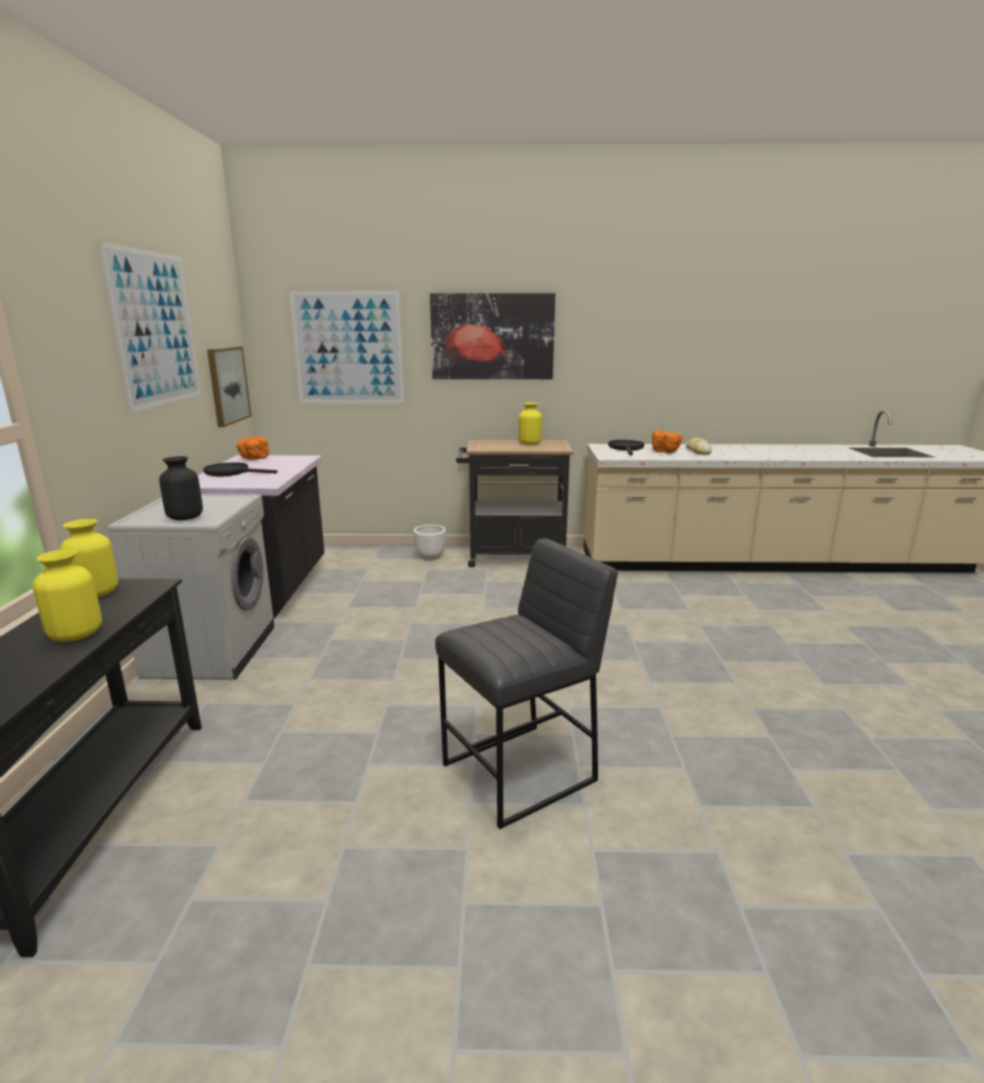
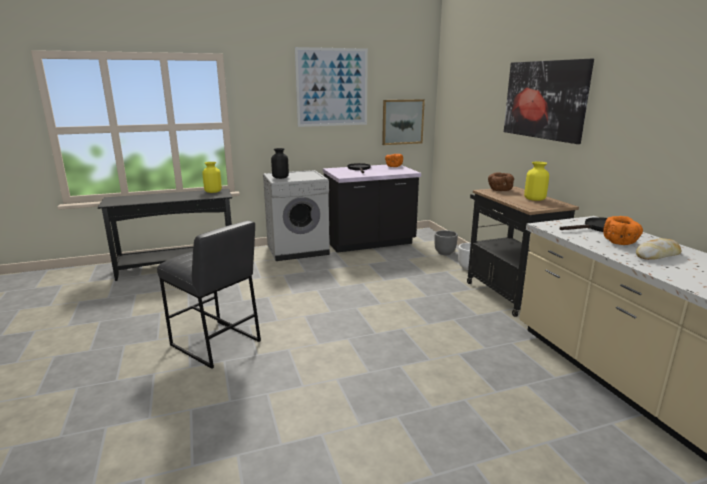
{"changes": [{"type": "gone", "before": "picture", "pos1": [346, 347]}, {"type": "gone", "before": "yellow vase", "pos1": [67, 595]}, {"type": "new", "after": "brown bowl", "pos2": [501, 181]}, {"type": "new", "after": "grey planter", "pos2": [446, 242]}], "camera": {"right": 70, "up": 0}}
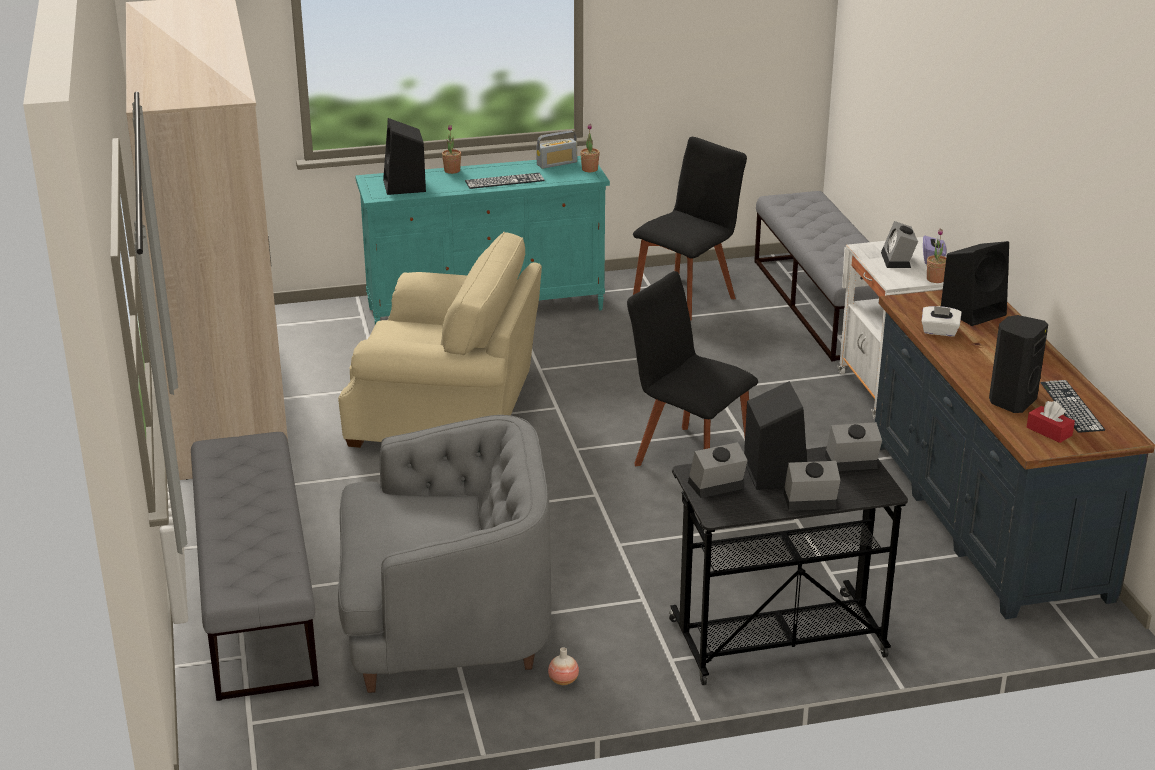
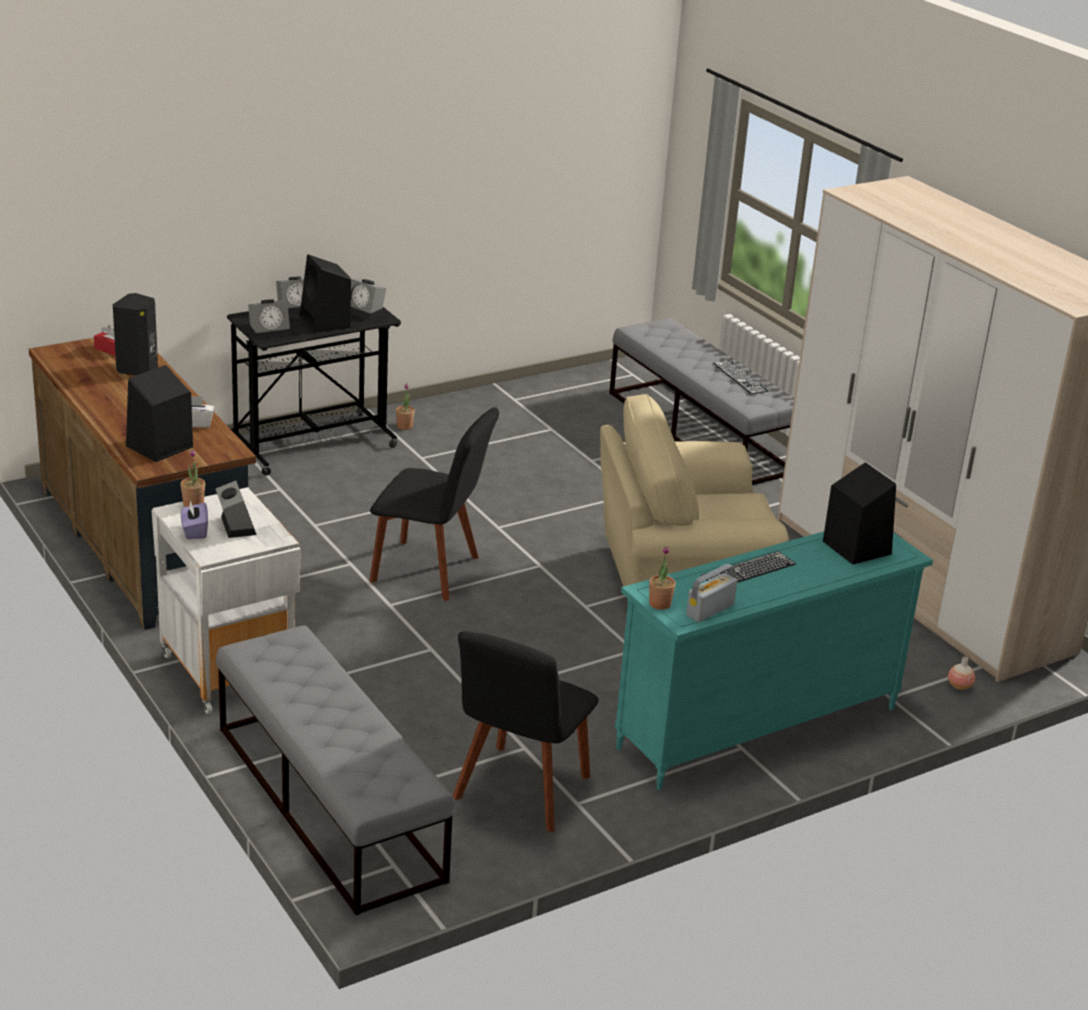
{"changes": [{"type": "shifted", "before": "potted plant", "pos1": [451, 149], "pos2": [405, 406]}, {"type": "shifted", "before": "keyboard", "pos1": [1073, 406], "pos2": [741, 377]}, {"type": "gone", "before": "grey armchair", "pos1": [444, 554]}, {"type": "rotated", "before": "alarm clock", "pos1": [718, 470], "pos2": [368, 299], "turn": 75}, {"type": "shifted", "before": "vase", "pos1": [563, 666], "pos2": [961, 673]}], "camera": {"right": 160, "up": 0}}
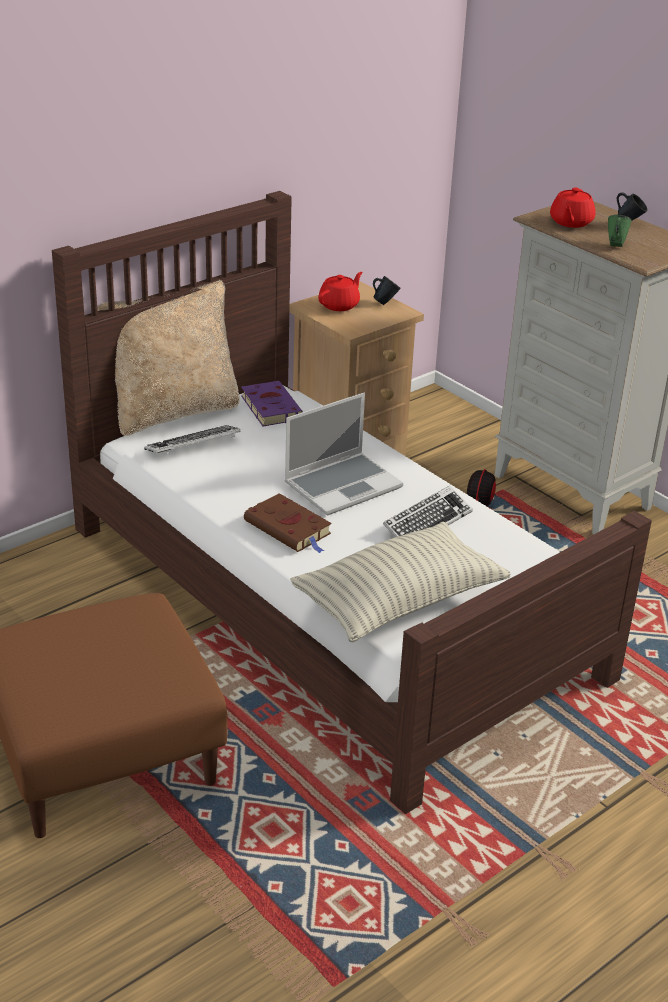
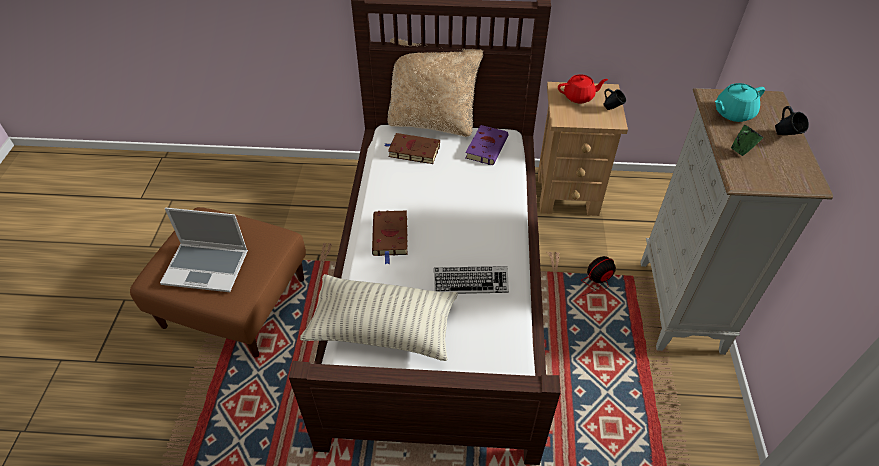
{"changes": [{"type": "repainted", "before": "red teapot", "after": "turquoise teapot", "pos1": [573, 208], "pos2": [740, 102]}, {"type": "shifted", "before": "laptop", "pos1": [343, 454], "pos2": [204, 250]}, {"type": "swapped", "before": "keyboard", "after": "brown book", "pos1": [192, 440], "pos2": [412, 148]}], "camera": {"right": 45, "up": 15}}
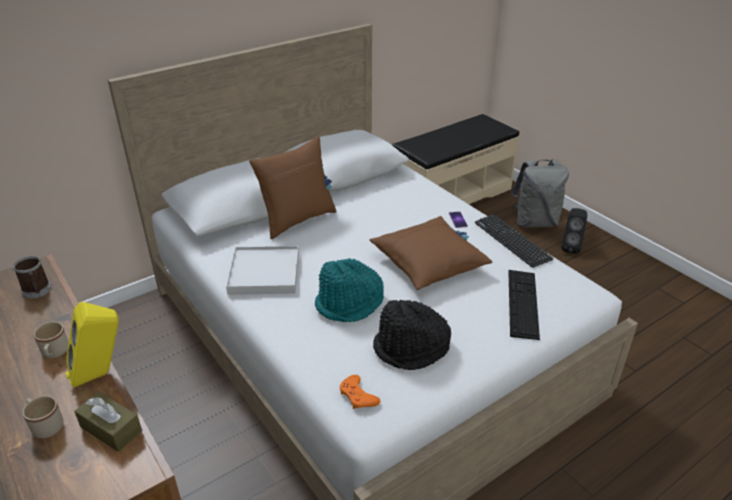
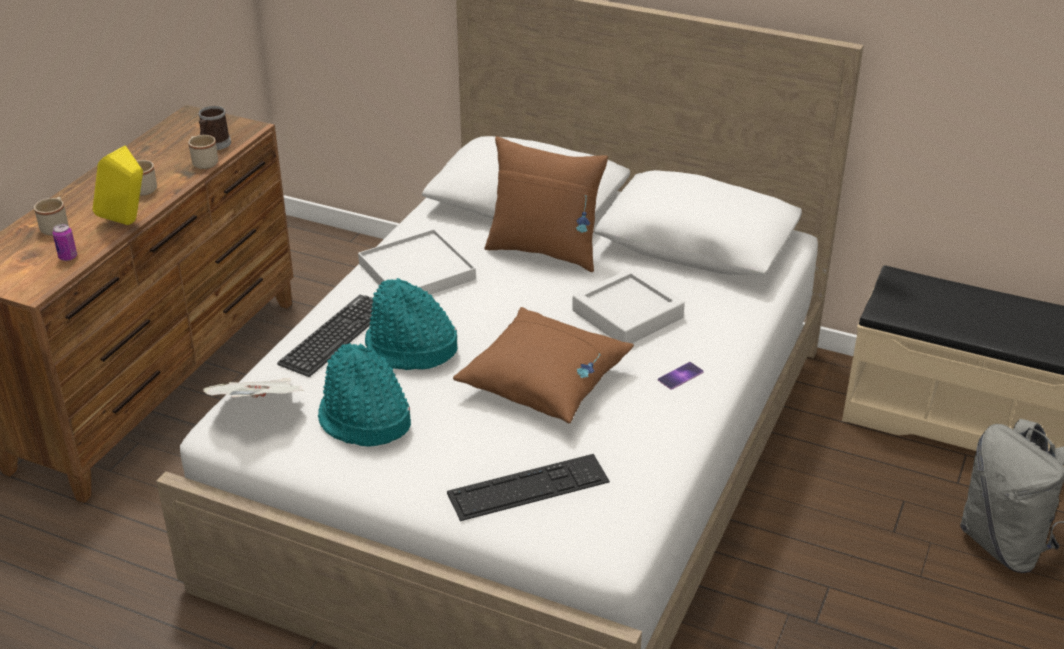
{"changes": [{"type": "gone", "before": "black speaker", "pos1": [574, 231]}, {"type": "shifted", "before": "keyboard", "pos1": [514, 241], "pos2": [325, 336]}, {"type": "repainted", "before": "black hat", "after": "turquoise hat", "pos1": [412, 335], "pos2": [364, 395]}, {"type": "swapped", "before": "orange game controller", "after": "newspaper", "pos1": [360, 392], "pos2": [253, 388]}, {"type": "swapped", "before": "brown tissue box", "after": "can", "pos1": [108, 422], "pos2": [65, 242]}, {"type": "new", "after": "beige mug", "pos2": [203, 152]}, {"type": "new", "after": "grey tray", "pos2": [628, 305]}], "camera": {"right": 60, "up": 0}}
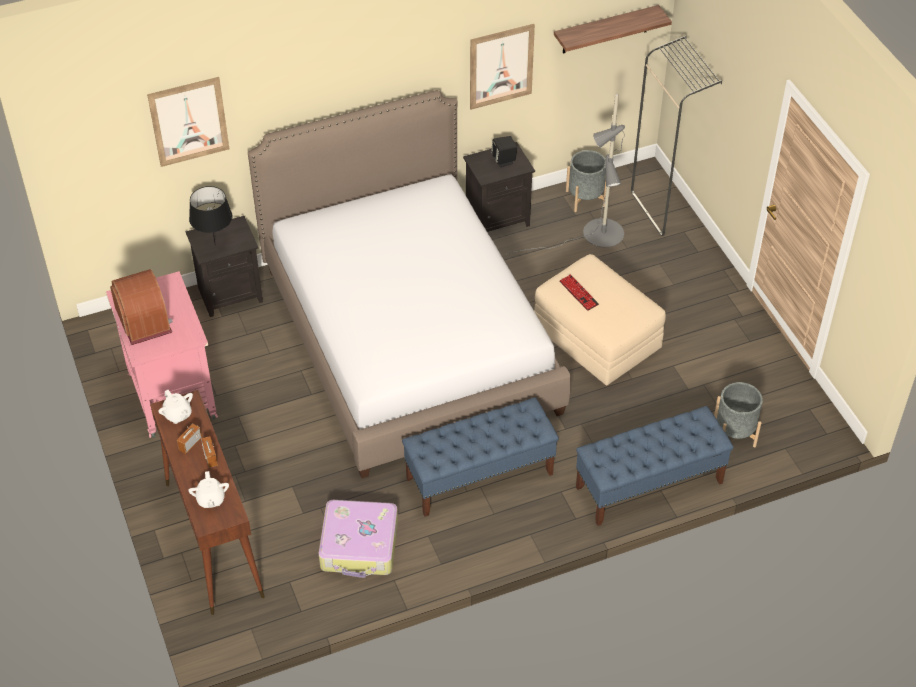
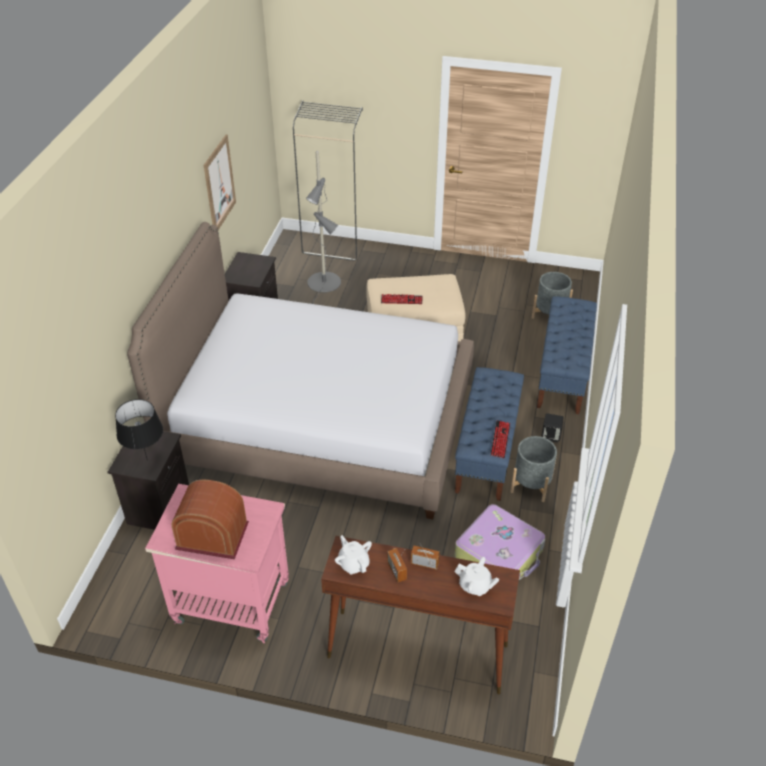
{"changes": [{"type": "gone", "before": "shelf", "pos1": [613, 29]}, {"type": "gone", "before": "picture", "pos1": [188, 122]}, {"type": "shifted", "before": "black speaker", "pos1": [504, 151], "pos2": [552, 428]}, {"type": "shifted", "before": "grey planter", "pos1": [586, 181], "pos2": [533, 469]}, {"type": "rotated", "before": "white teapot", "pos1": [175, 407], "pos2": [353, 555], "turn": -120}, {"type": "new", "after": "keyboard", "pos2": [500, 439]}], "camera": {"right": -55, "up": -5}}
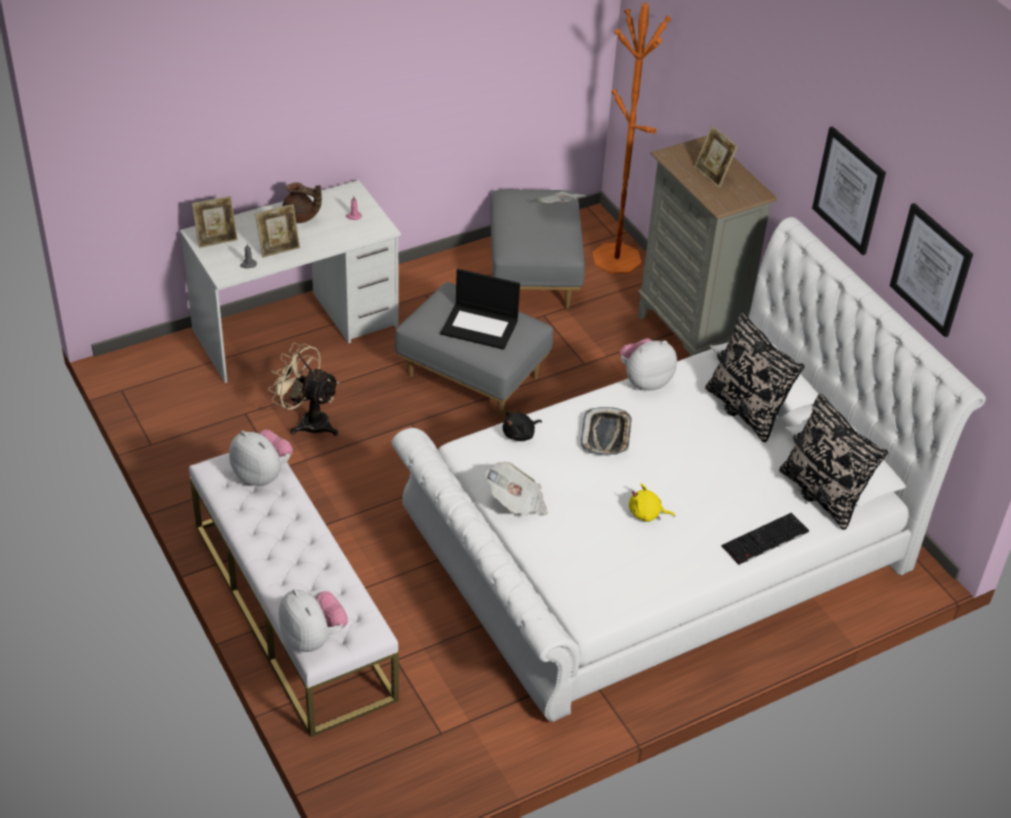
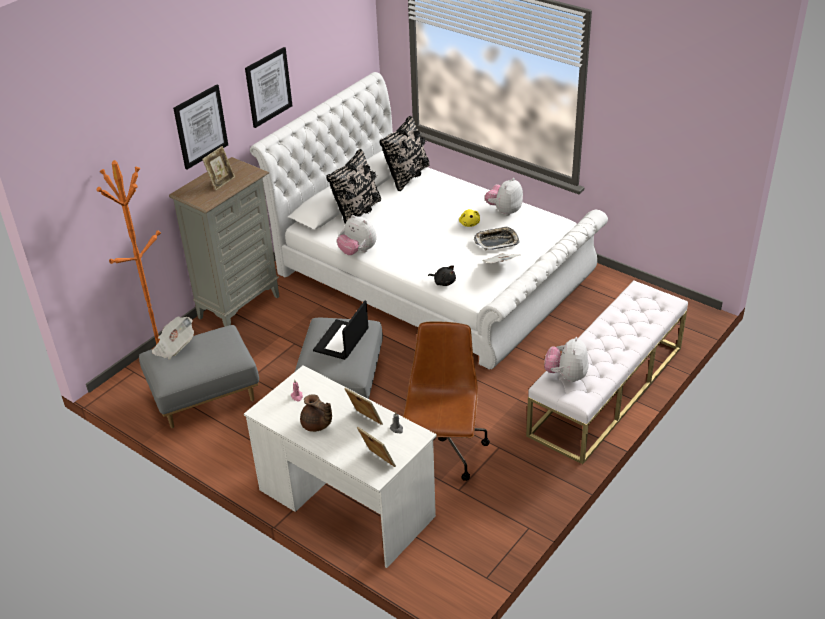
{"changes": [{"type": "rotated", "before": "brown teapot", "pos1": [302, 202], "pos2": [316, 413], "turn": 135}, {"type": "shifted", "before": "picture", "pos1": [931, 270], "pos2": [200, 126]}, {"type": "rotated", "before": "laptop", "pos1": [480, 309], "pos2": [341, 330], "turn": -150}, {"type": "swapped", "before": "beige fan", "after": "brown office chair", "pos1": [303, 389], "pos2": [446, 401]}, {"type": "shifted", "before": "tray", "pos1": [606, 431], "pos2": [497, 238]}, {"type": "gone", "before": "keyboard", "pos1": [765, 539]}, {"type": "shifted", "before": "plush toy", "pos1": [313, 620], "pos2": [504, 197]}], "camera": {"right": -110, "up": -5}}
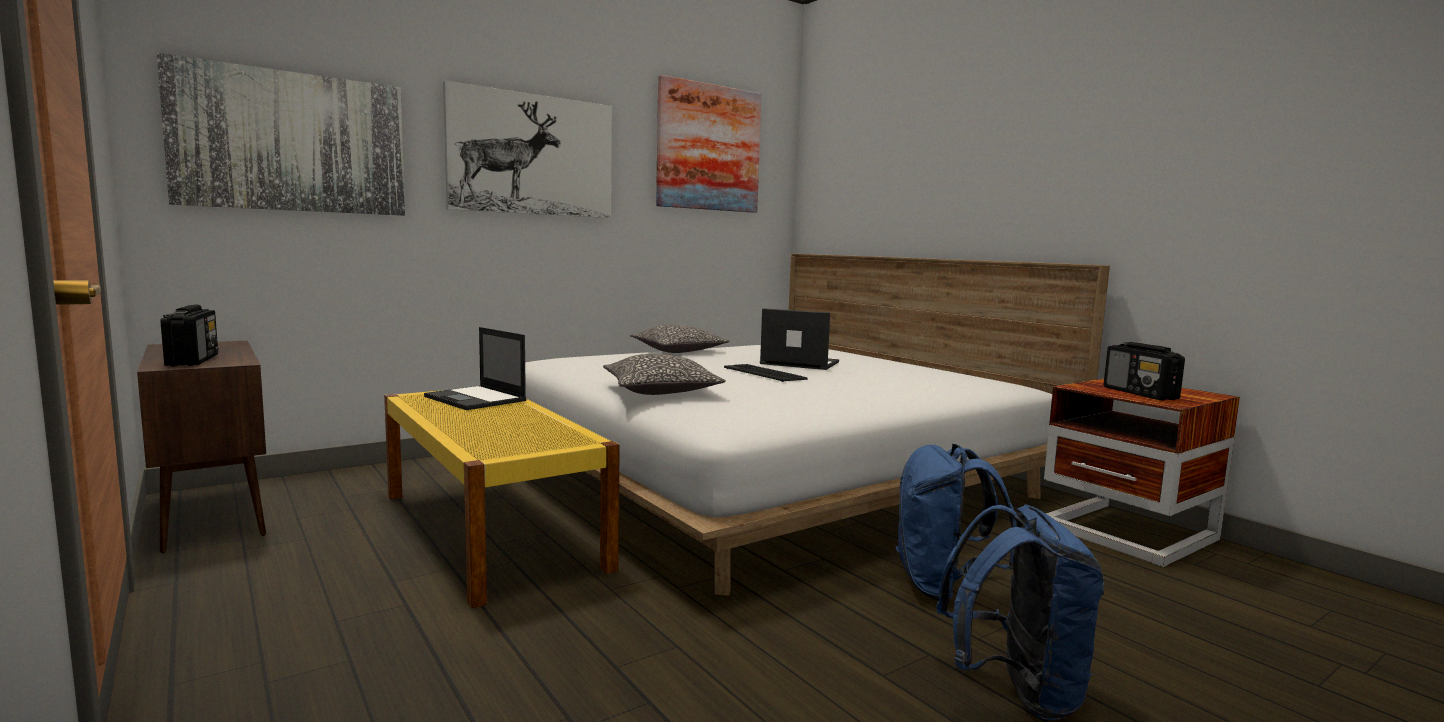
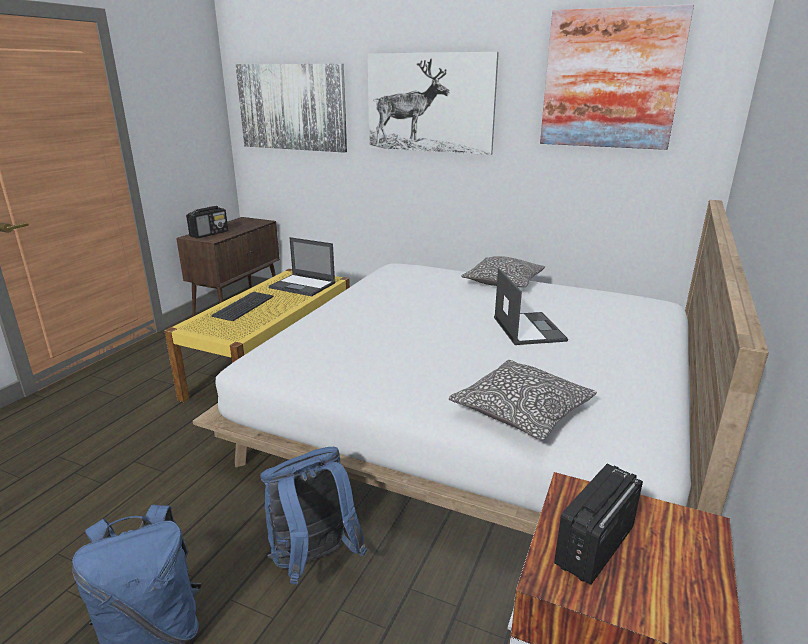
{"changes": [{"type": "rotated", "before": "laptop", "pos1": [475, 368], "pos2": [302, 266], "turn": -75}, {"type": "shifted", "before": "pillow", "pos1": [664, 374], "pos2": [523, 400]}, {"type": "shifted", "before": "keyboard", "pos1": [765, 373], "pos2": [242, 306]}], "camera": {"right": 60, "up": 15}}
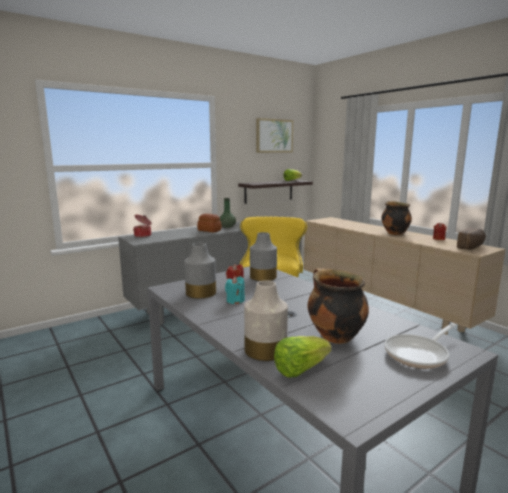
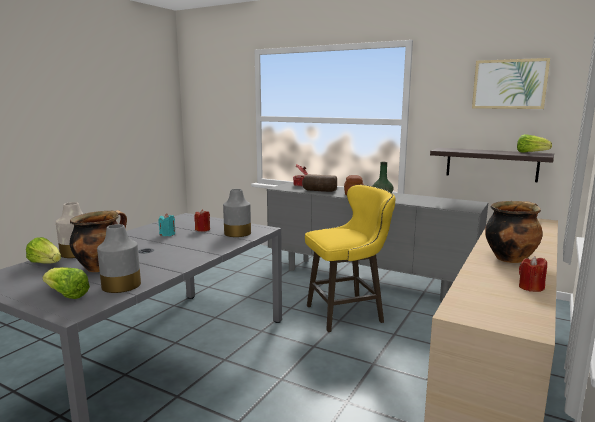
{"changes": [{"type": "shifted", "before": "bread", "pos1": [471, 238], "pos2": [319, 183]}, {"type": "shifted", "before": "grey vase", "pos1": [200, 270], "pos2": [119, 258]}, {"type": "swapped", "before": "frying pan", "after": "lettuce", "pos1": [420, 346], "pos2": [66, 283]}], "camera": {"right": 65, "up": 0}}
